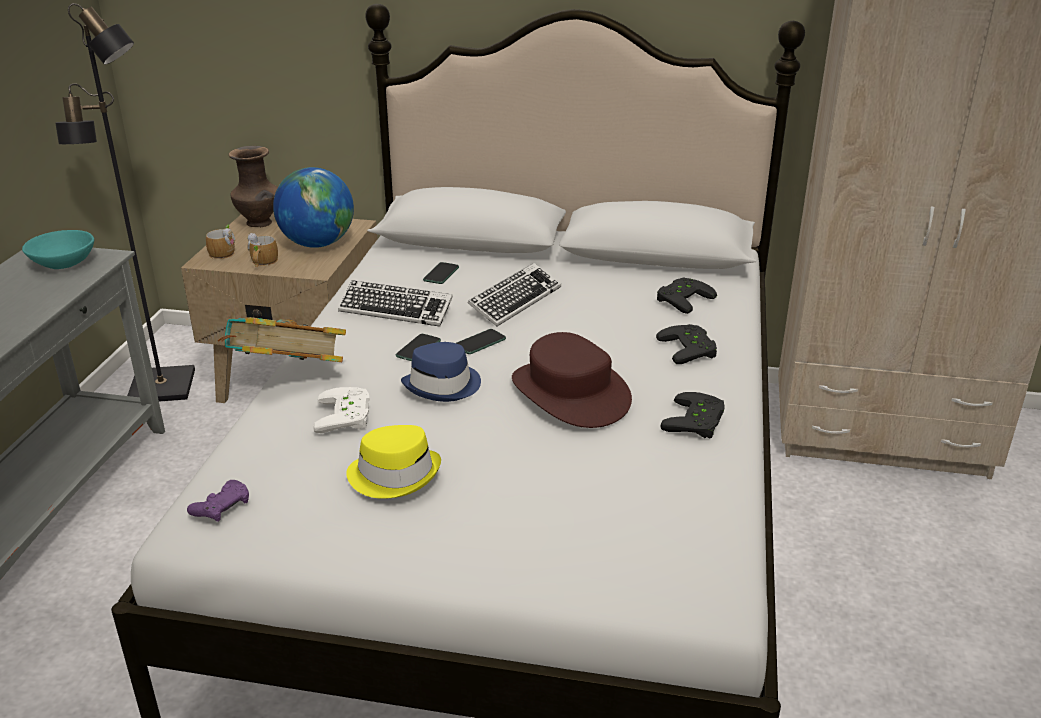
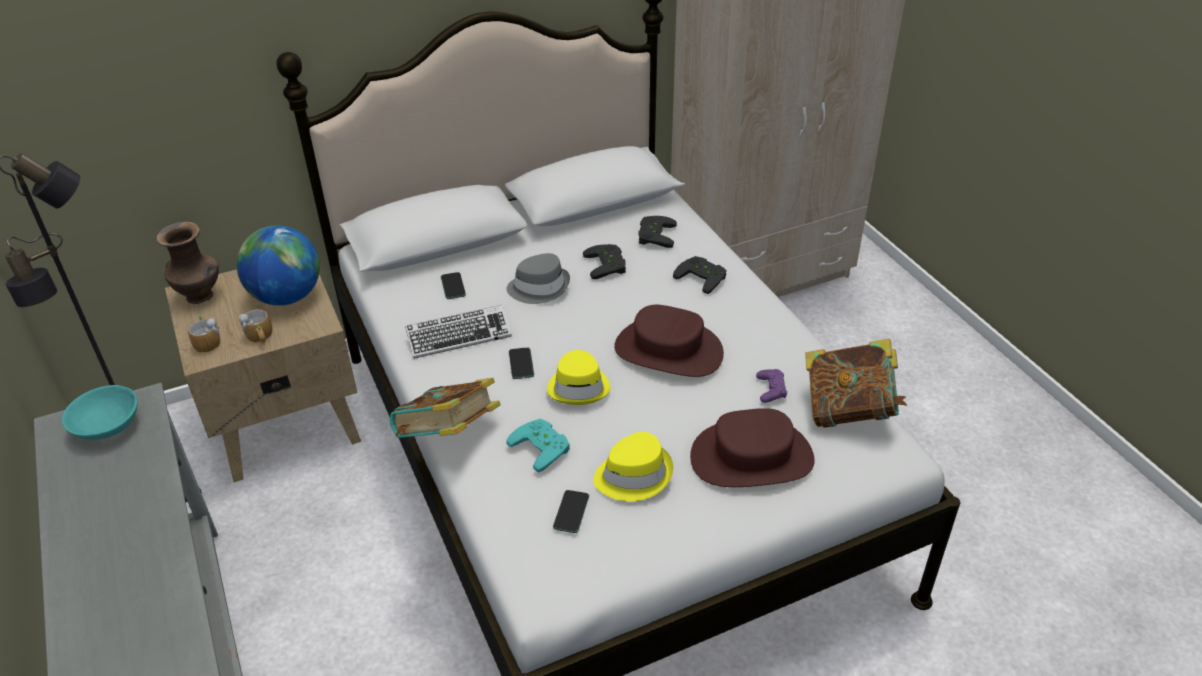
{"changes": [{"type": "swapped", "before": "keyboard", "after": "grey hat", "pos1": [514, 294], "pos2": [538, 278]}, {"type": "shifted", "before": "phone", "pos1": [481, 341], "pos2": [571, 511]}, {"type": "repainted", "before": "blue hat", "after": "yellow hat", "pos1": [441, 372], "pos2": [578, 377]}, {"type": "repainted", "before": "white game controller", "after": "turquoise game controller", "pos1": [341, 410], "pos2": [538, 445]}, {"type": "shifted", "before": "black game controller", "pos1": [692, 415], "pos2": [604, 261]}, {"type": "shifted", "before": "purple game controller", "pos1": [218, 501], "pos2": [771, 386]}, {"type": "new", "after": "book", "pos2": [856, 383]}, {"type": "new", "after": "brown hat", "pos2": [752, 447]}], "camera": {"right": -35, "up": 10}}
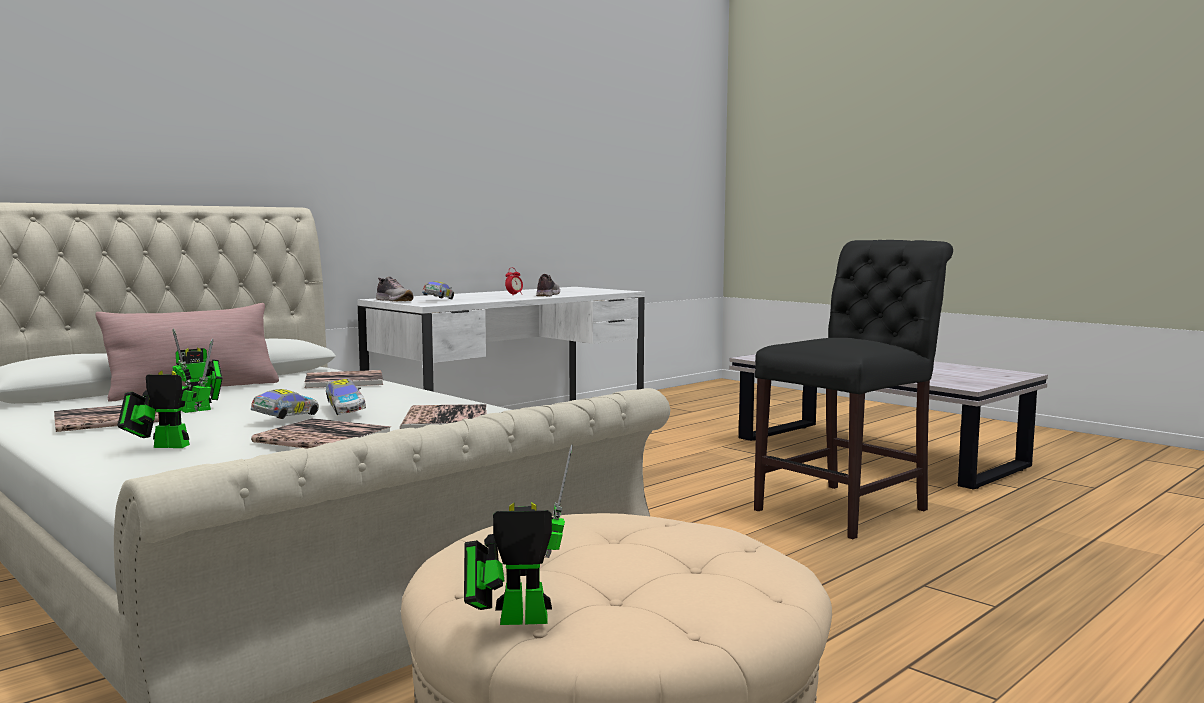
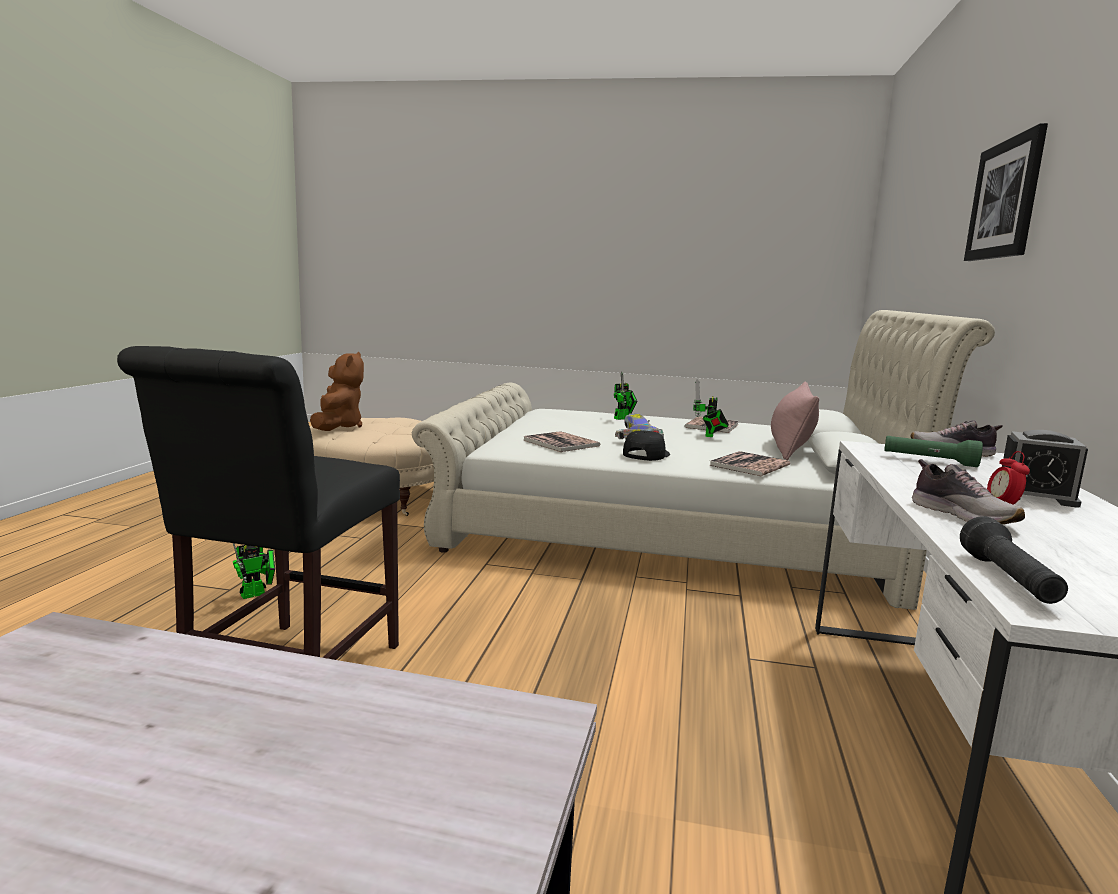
{"changes": [{"type": "swapped", "before": "toy car", "after": "green flashlight", "pos1": [438, 290], "pos2": [933, 451]}, {"type": "gone", "before": "book", "pos1": [321, 433]}, {"type": "shifted", "before": "toy robot", "pos1": [518, 535], "pos2": [254, 571]}, {"type": "new", "after": "picture", "pos2": [1006, 192]}, {"type": "new", "after": "brown plush toy", "pos2": [337, 391]}, {"type": "new", "after": "black cap", "pos2": [646, 445]}, {"type": "new", "after": "alarm clock", "pos2": [1045, 469]}, {"type": "new", "after": "black flashlight", "pos2": [1014, 560]}], "camera": {"right": 145, "up": 5}}
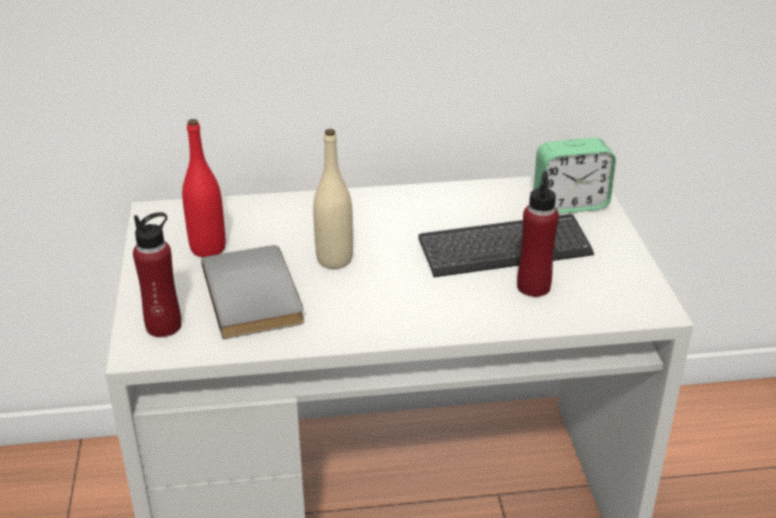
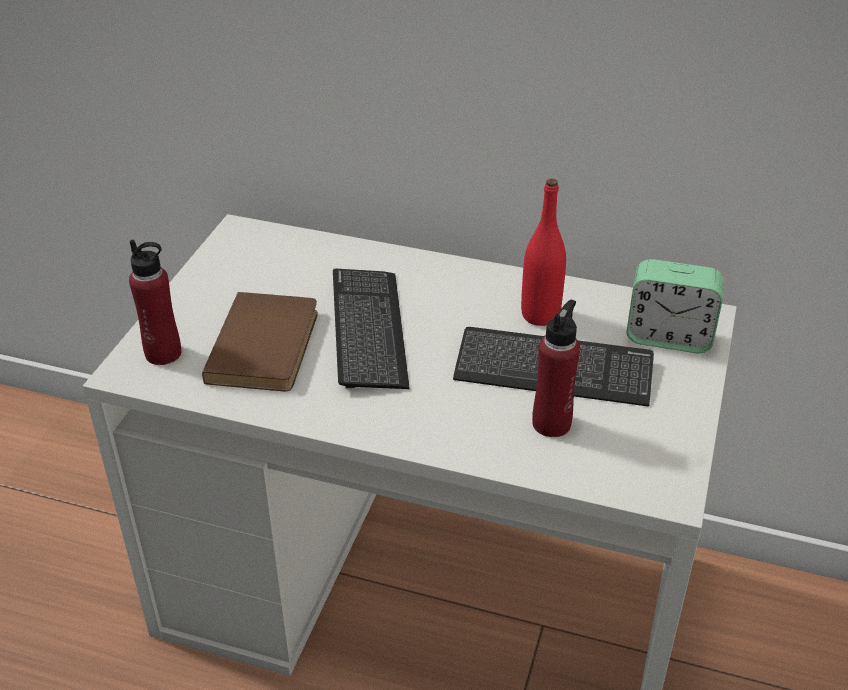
{"changes": [{"type": "shifted", "before": "red bottle", "pos1": [203, 188], "pos2": [543, 252]}, {"type": "swapped", "before": "beige bottle", "after": "keyboard", "pos1": [333, 199], "pos2": [371, 329]}, {"type": "repainted", "before": "grey book", "after": "brown book", "pos1": [252, 292], "pos2": [260, 341]}], "camera": {"right": 25, "up": 5}}
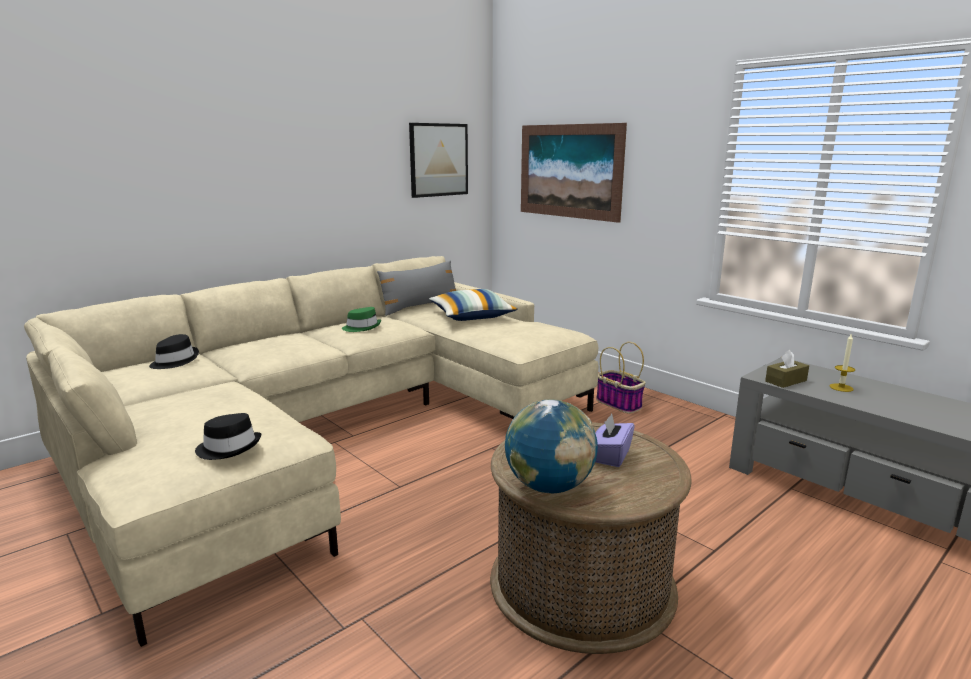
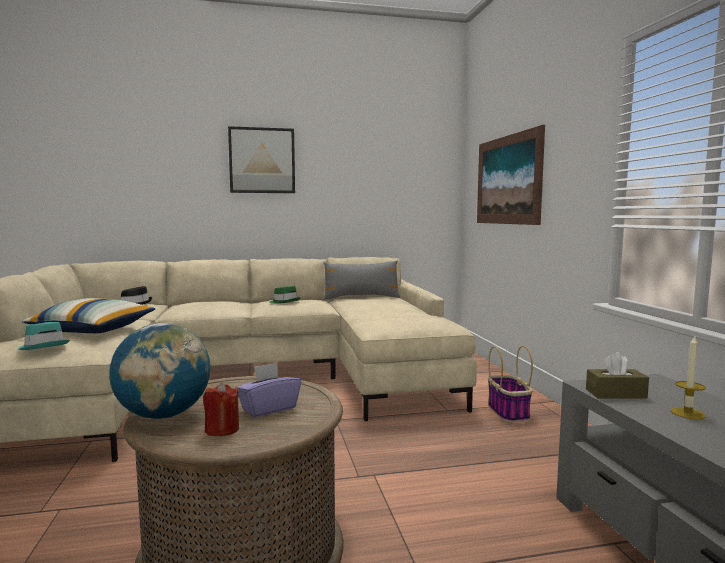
{"changes": [{"type": "shifted", "before": "picture", "pos1": [438, 160], "pos2": [261, 159]}, {"type": "shifted", "before": "pillow", "pos1": [473, 305], "pos2": [88, 315]}, {"type": "repainted", "before": "black hat", "after": "turquoise hat", "pos1": [228, 436], "pos2": [43, 336]}, {"type": "new", "after": "red candle", "pos2": [221, 409]}], "camera": {"right": 30, "up": -10}}
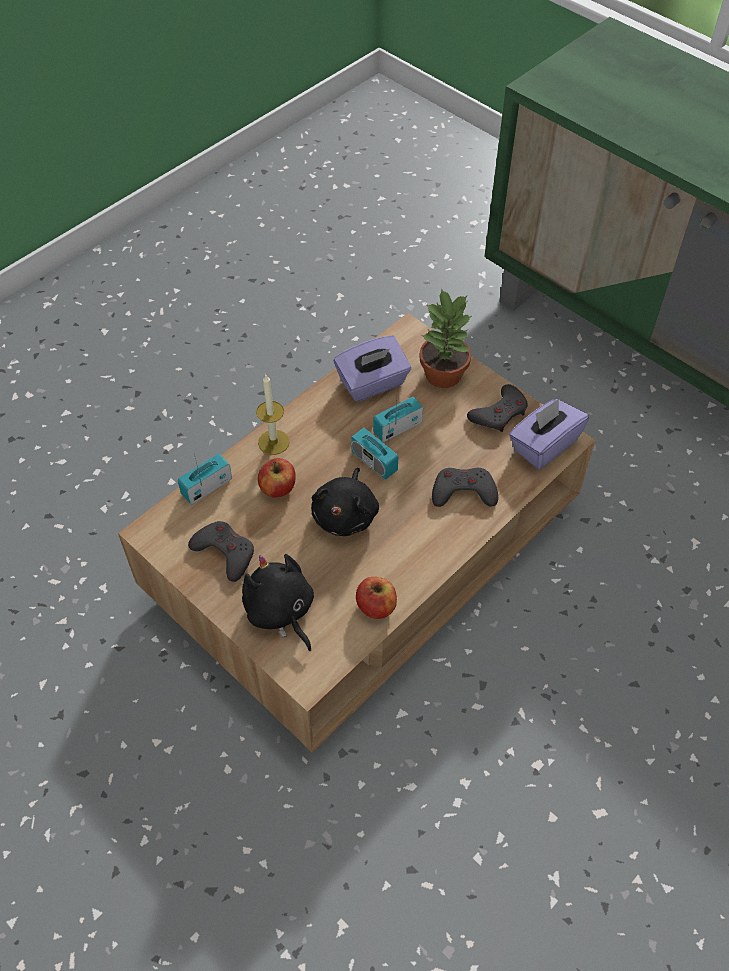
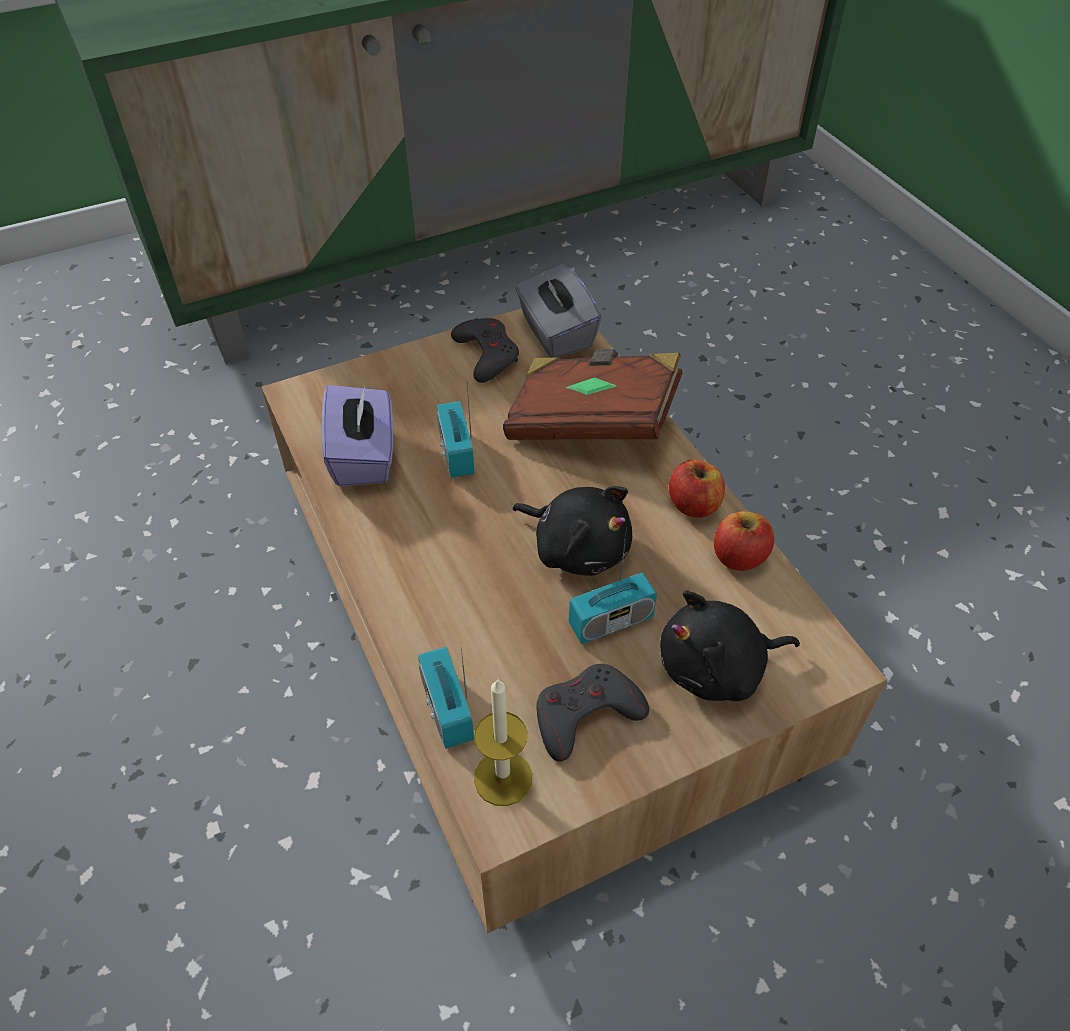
{"changes": [{"type": "gone", "before": "potted plant", "pos1": [445, 338]}, {"type": "shifted", "before": "candle", "pos1": [273, 415], "pos2": [503, 742]}, {"type": "repainted", "before": "purple tissue box", "after": "grey tissue box", "pos1": [549, 434], "pos2": [558, 311]}, {"type": "shifted", "before": "radio", "pos1": [374, 447], "pos2": [613, 585]}, {"type": "shifted", "before": "apple", "pos1": [277, 478], "pos2": [697, 488]}, {"type": "swapped", "before": "grey game controller", "after": "brown book", "pos1": [465, 487], "pos2": [592, 394]}], "camera": {"right": -70, "up": -5}}
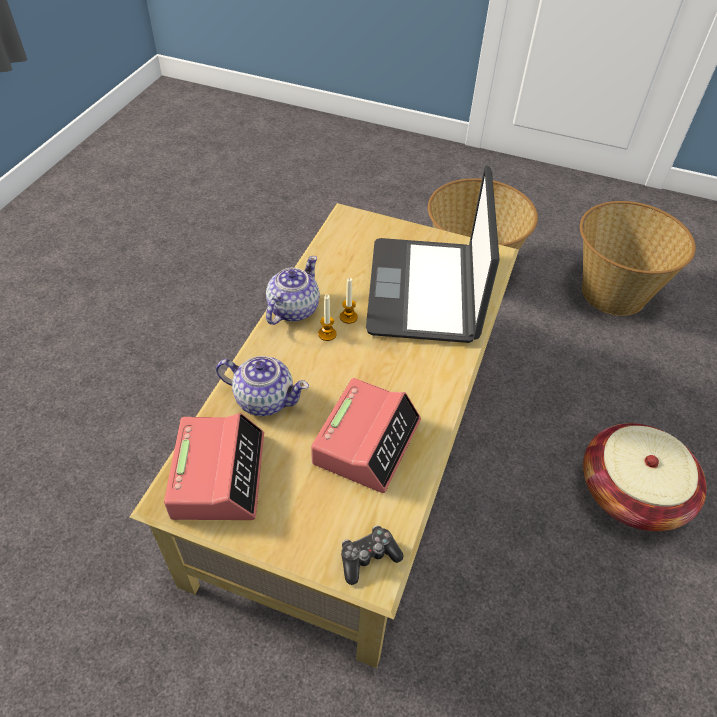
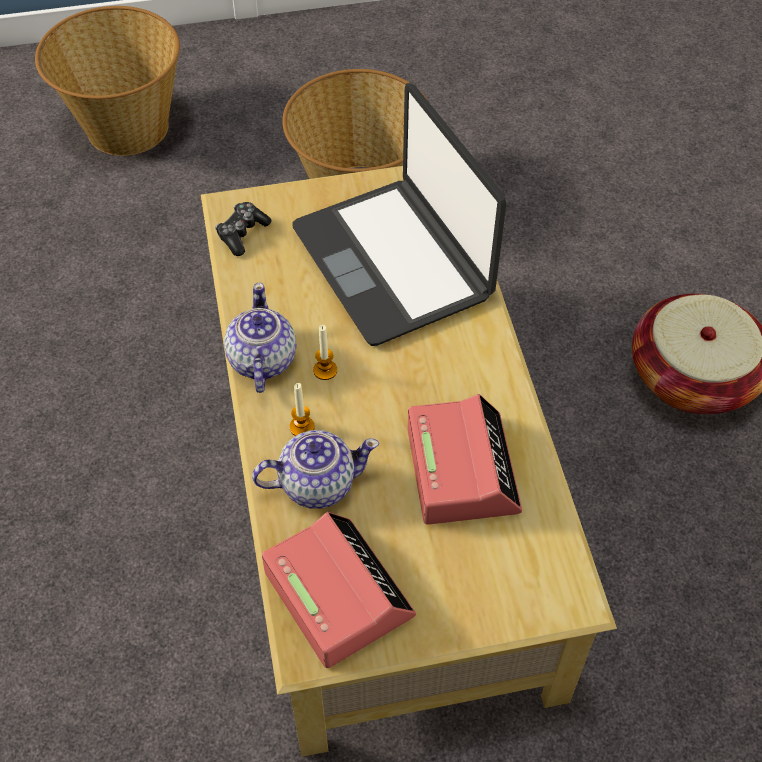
{"changes": [{"type": "shifted", "before": "basket", "pos1": [638, 258], "pos2": [107, 81]}, {"type": "shifted", "before": "candle", "pos1": [349, 301], "pos2": [302, 409]}, {"type": "shifted", "before": "game controller", "pos1": [372, 555], "pos2": [243, 229]}], "camera": {"right": -30, "up": 5}}
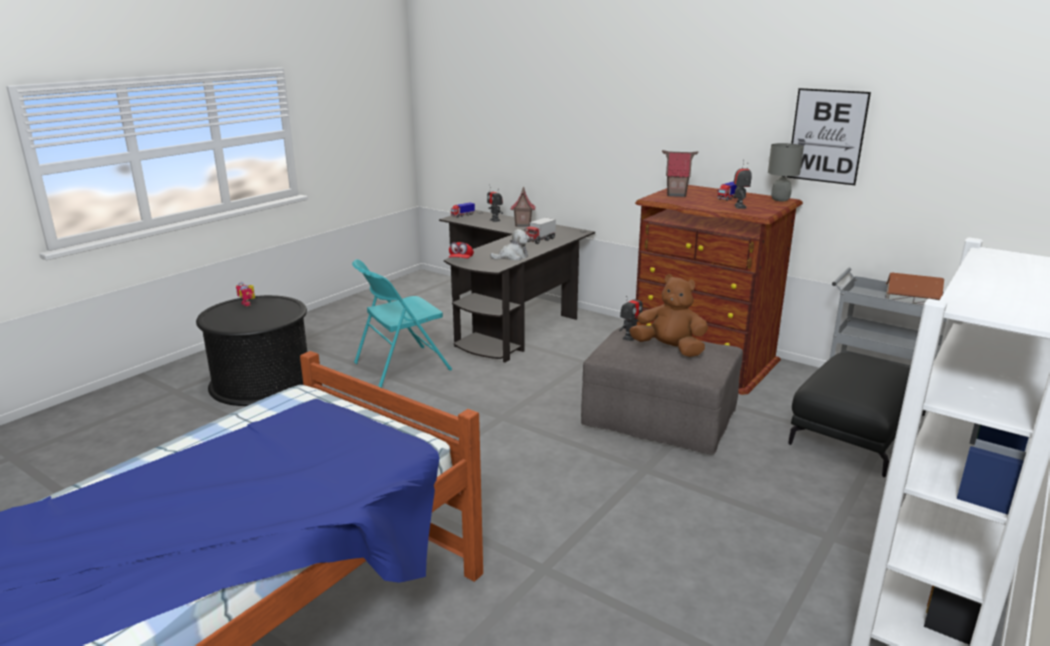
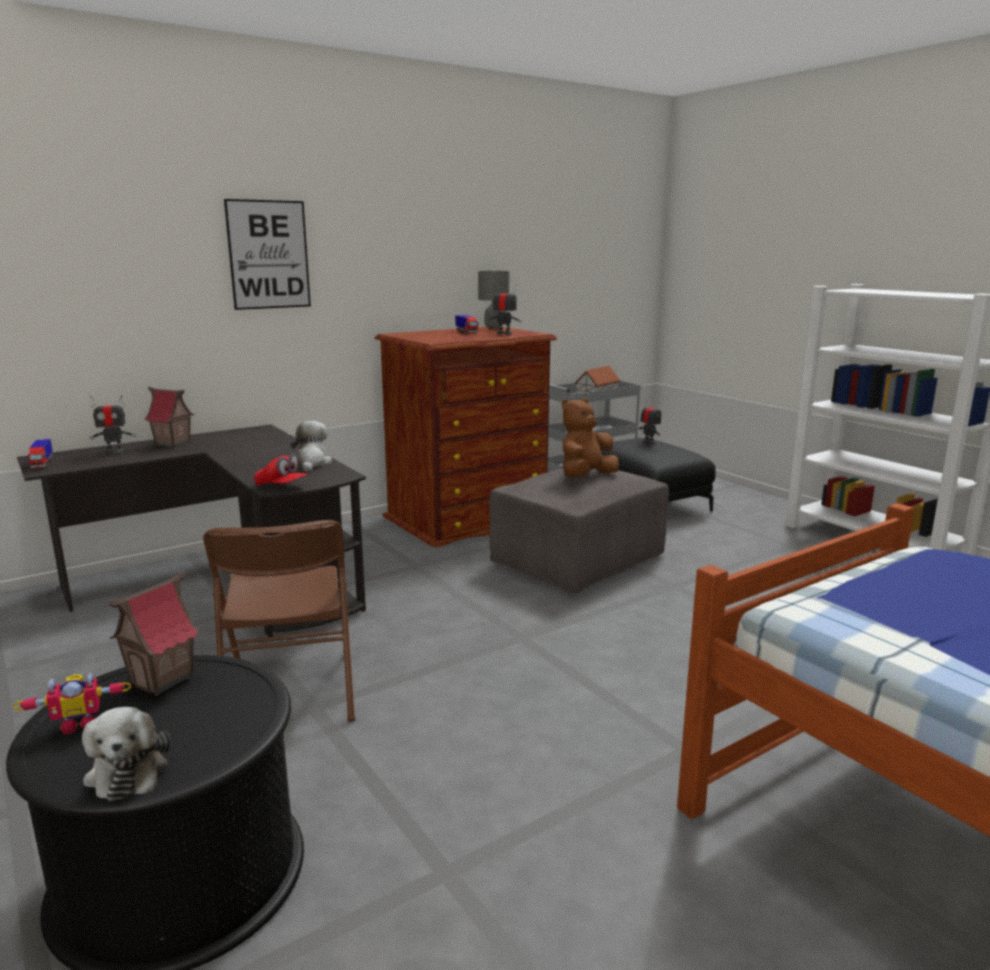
{"changes": [{"type": "shifted", "before": "picture", "pos1": [829, 136], "pos2": [267, 254]}, {"type": "shifted", "before": "toy house", "pos1": [680, 173], "pos2": [154, 634]}, {"type": "gone", "before": "toy truck", "pos1": [540, 231]}, {"type": "repainted", "before": "turquoise chair", "after": "brown chair", "pos1": [402, 323], "pos2": [279, 621]}, {"type": "shifted", "before": "toy robot", "pos1": [631, 316], "pos2": [650, 423]}, {"type": "new", "after": "plush toy", "pos2": [126, 754]}], "camera": {"right": -70, "up": -5}}
